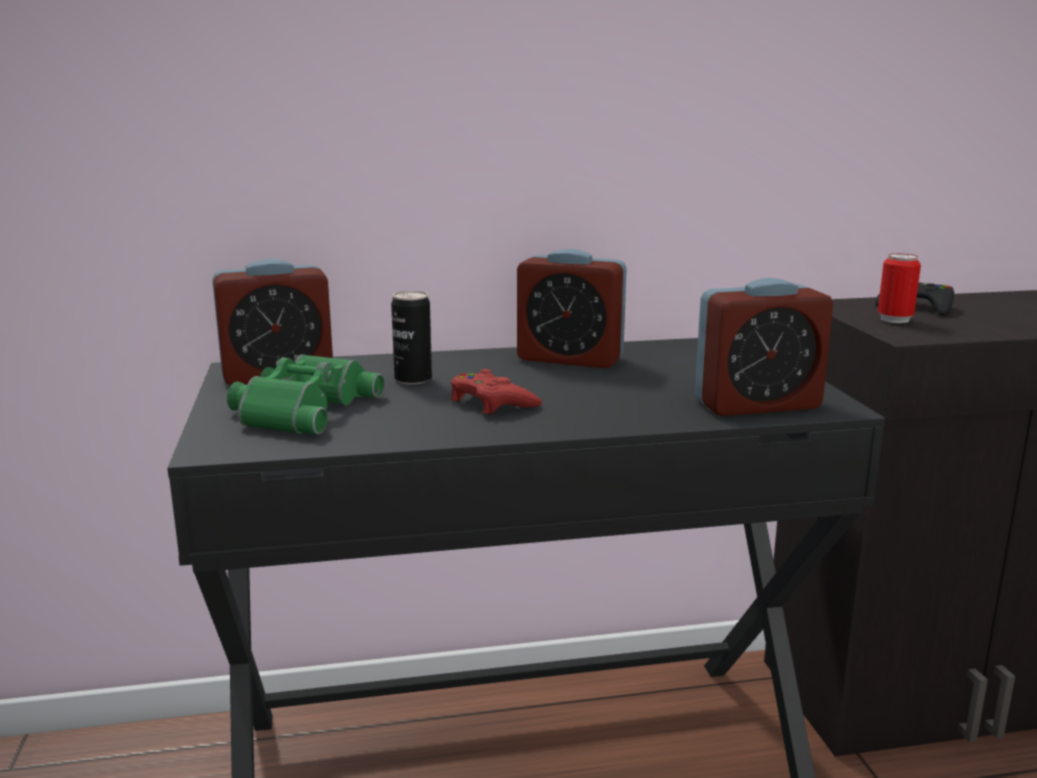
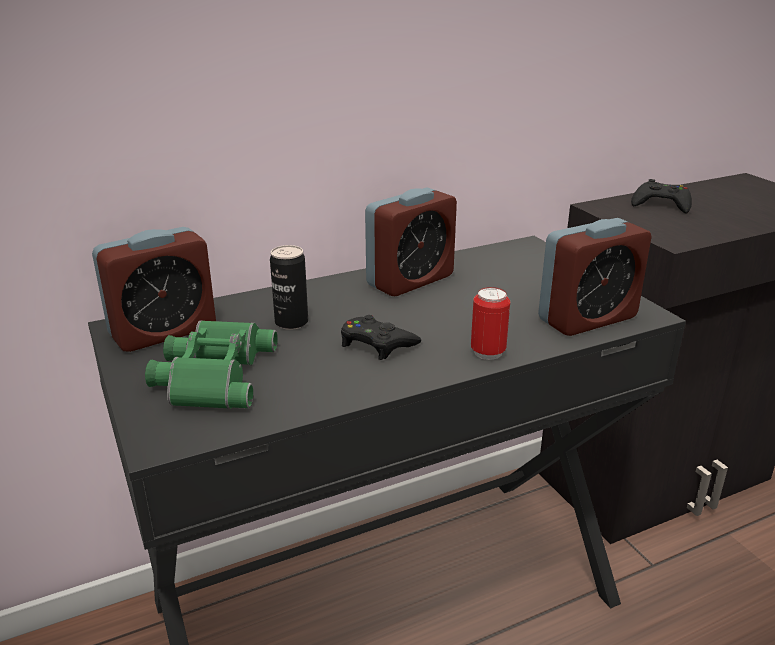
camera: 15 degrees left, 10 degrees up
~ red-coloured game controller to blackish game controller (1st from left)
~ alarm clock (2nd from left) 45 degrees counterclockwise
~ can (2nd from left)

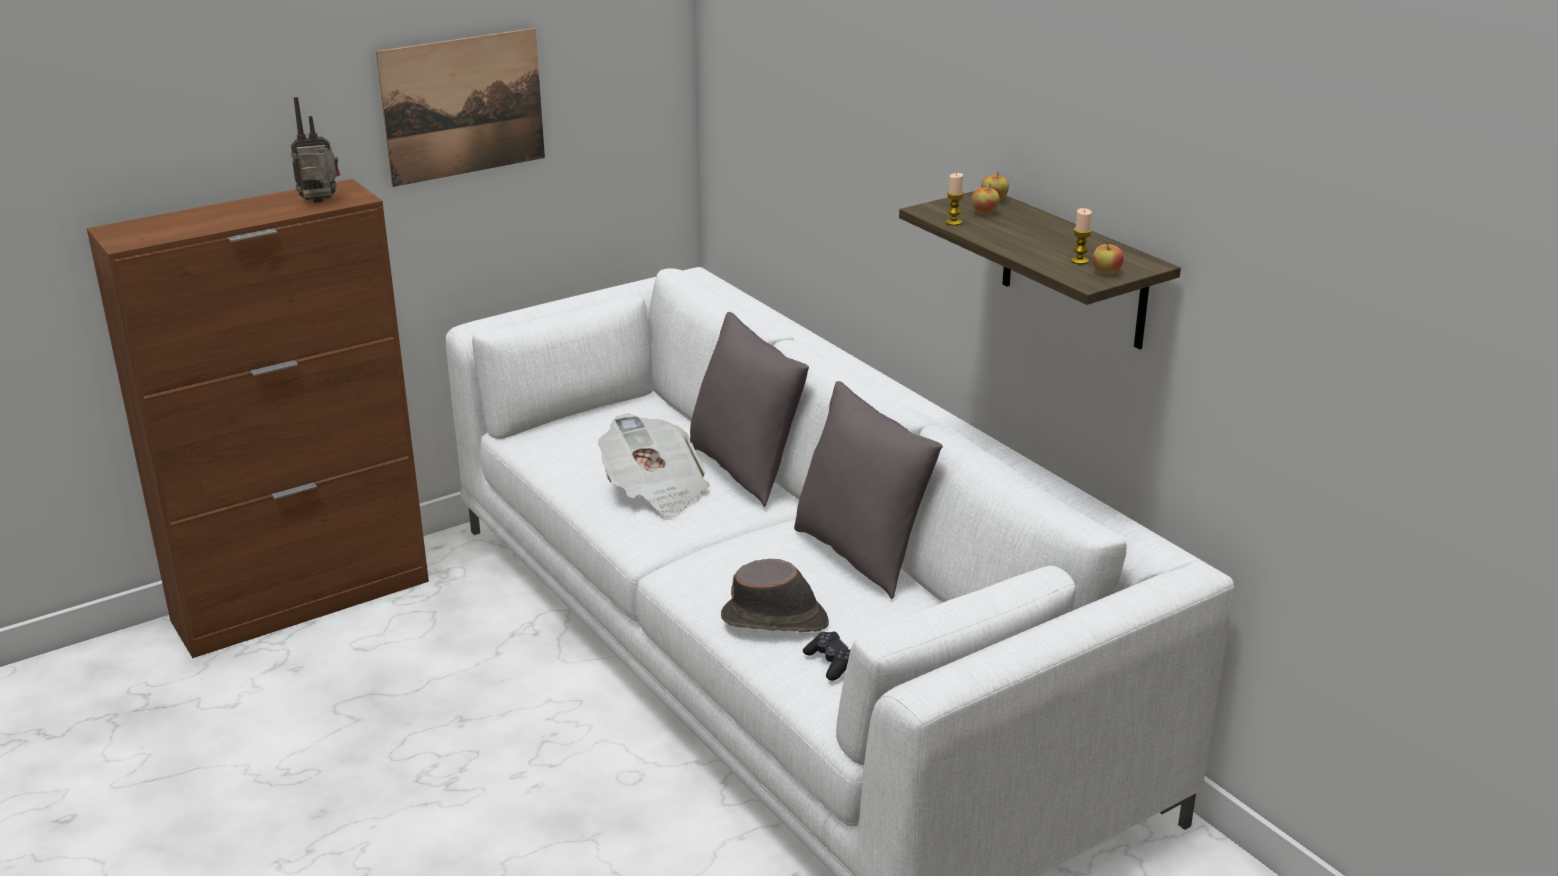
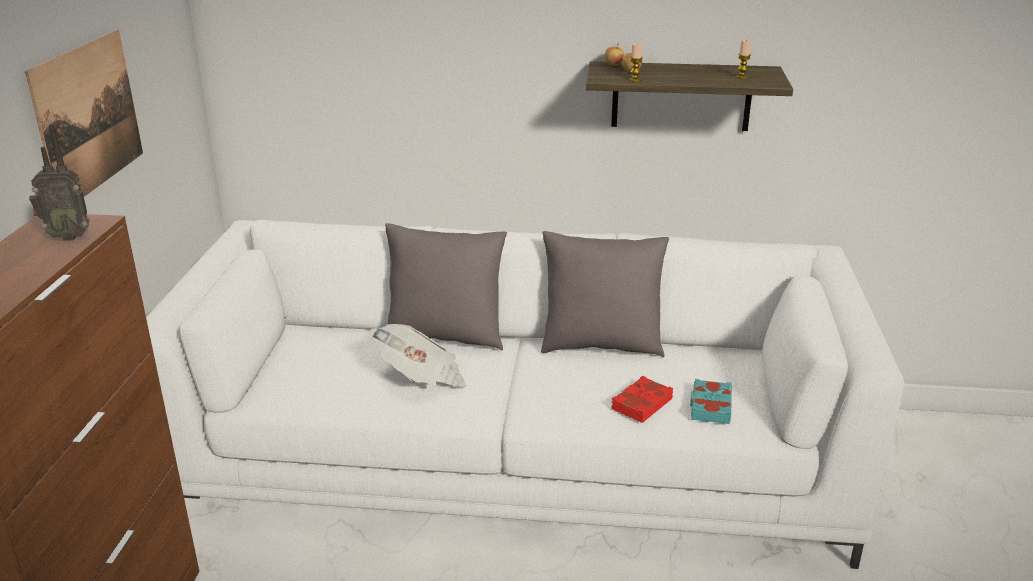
camera: 50 degrees left, 0 degrees up
~ radio receiver 120 degrees counterclockwise
~ brown clothing hat to red-coloured book
~ blackish game controller to blue-green book
- apple fruit (3rd from left)

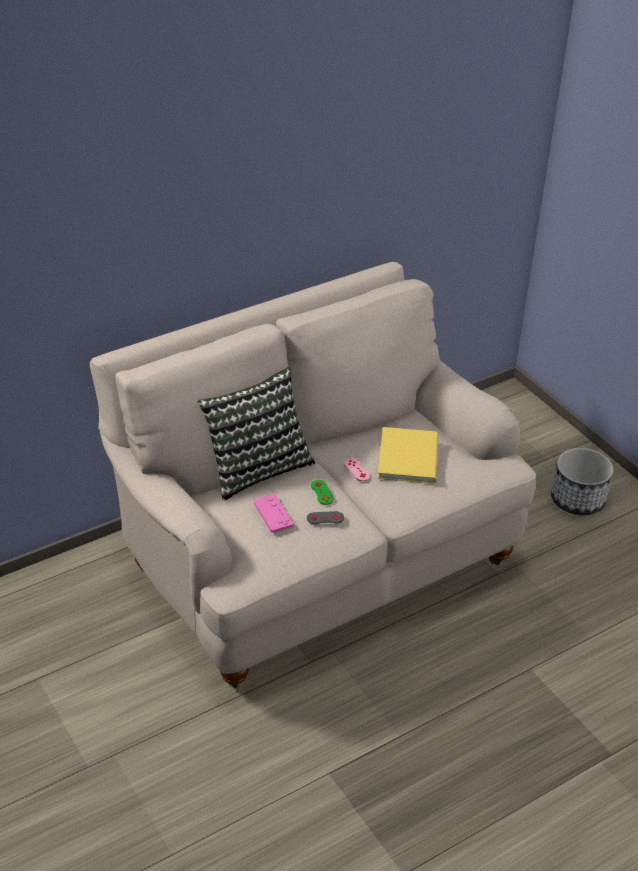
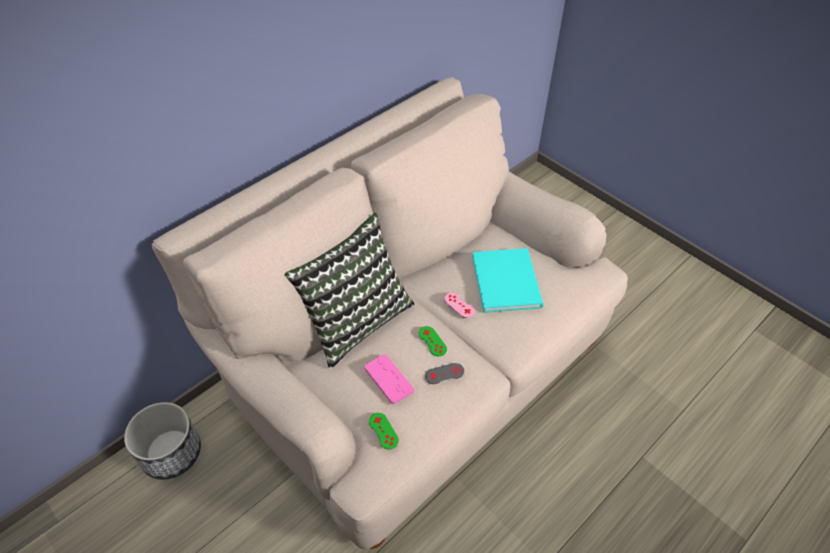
camera: 10 degrees left, 10 degrees up
~ flower pot
+ greenish game controller (1st from left)
~ yellowish book to blue-green book

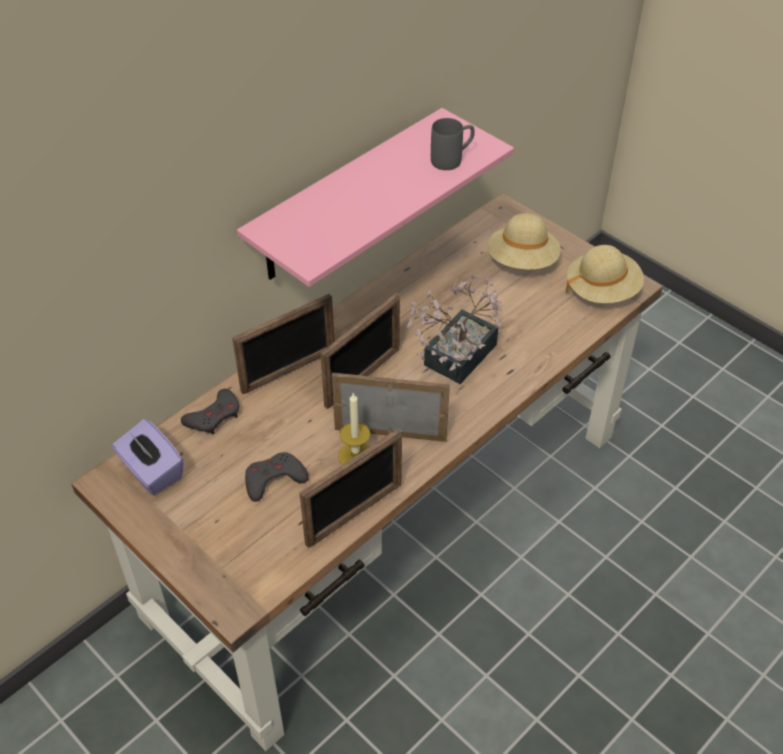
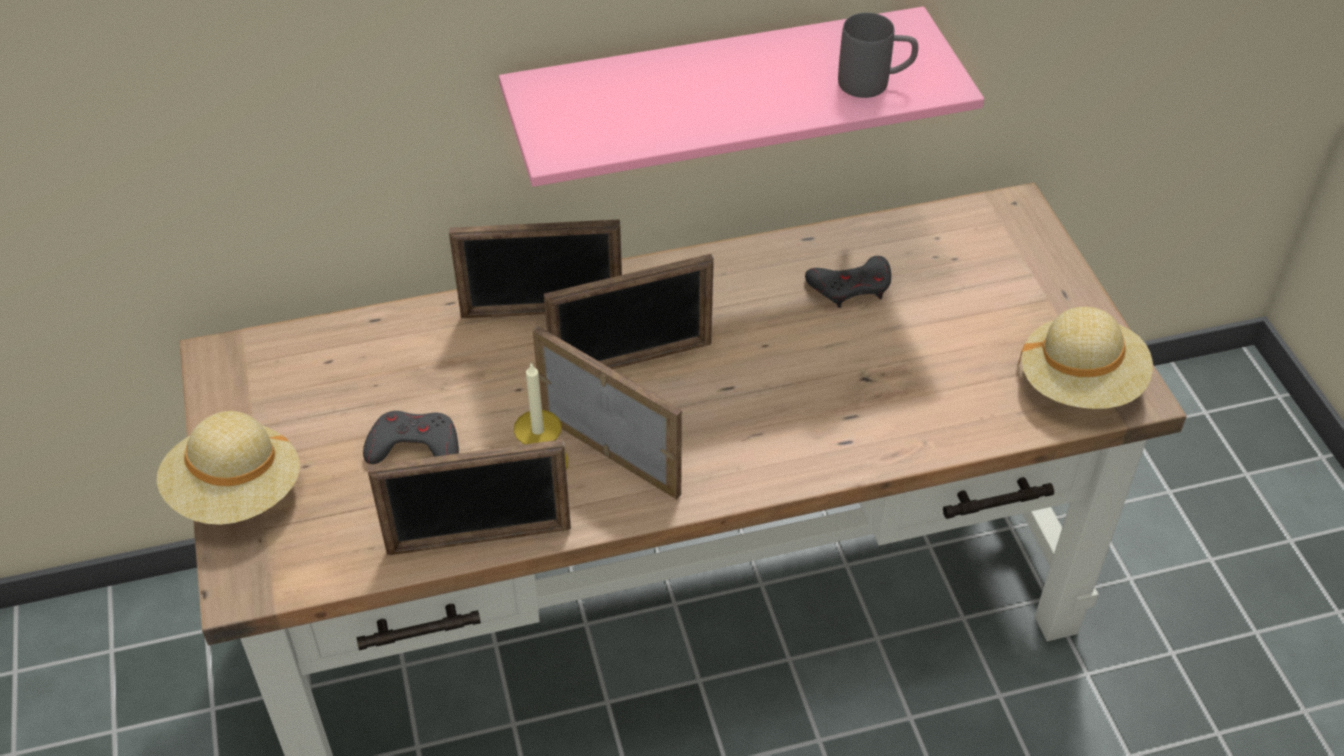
camera: 30 degrees right, 0 degrees up
~ beige clothing hat (1st from left)
~ gray game controller (1st from left in the first image) to gray game controller (2nd from left)
- purple-coloured tissue box
- houseplant

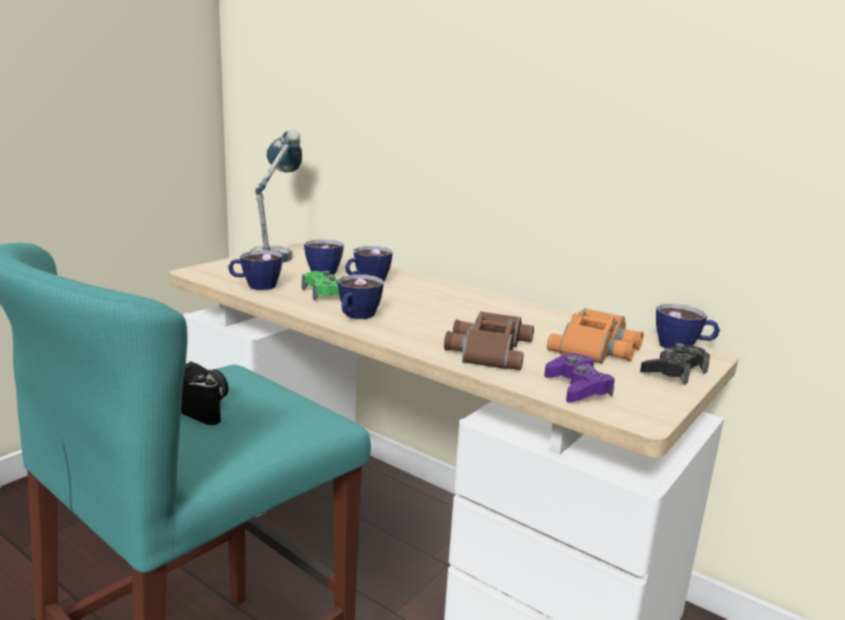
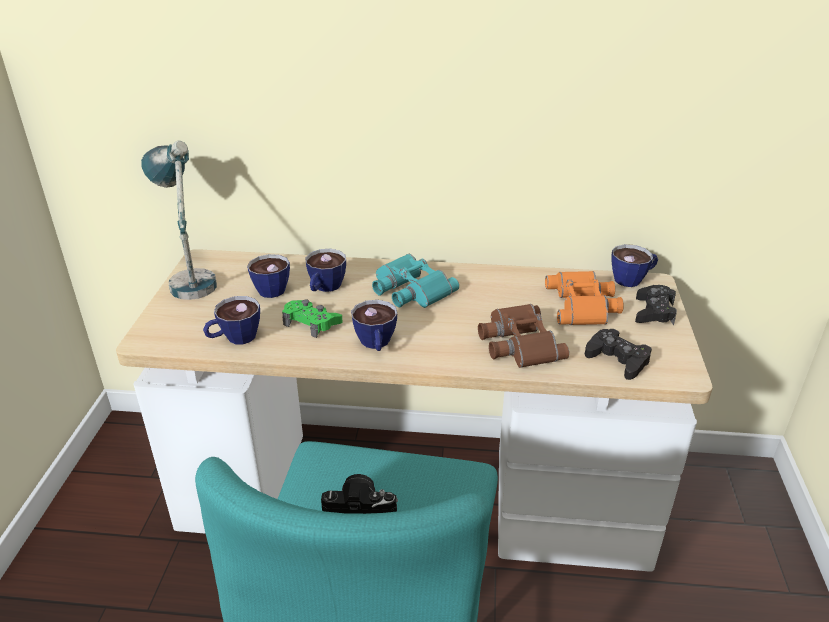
camera: 30 degrees left, 15 degrees up
+ blue-green pair of binoculars
~ purple-coloured game controller to blackish game controller (1st from left)

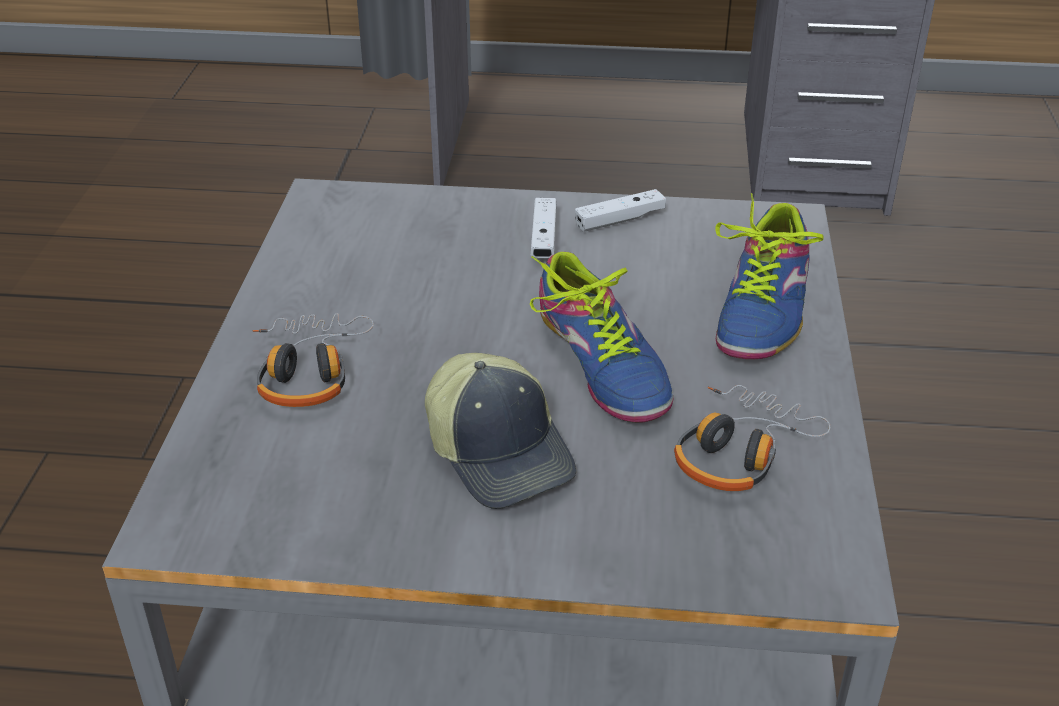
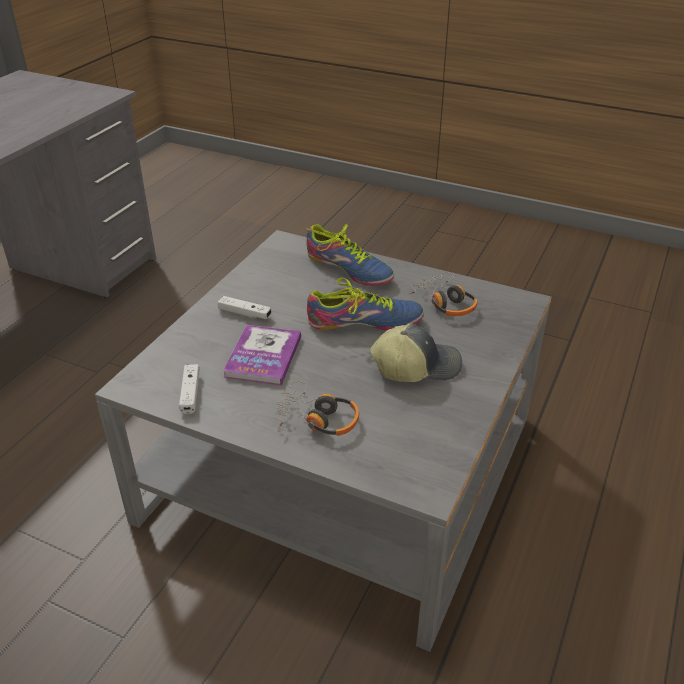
camera: 70 degrees left, 0 degrees up
~ white game controller (2nd from left in the first image) to white game controller (1st from left)
+ book

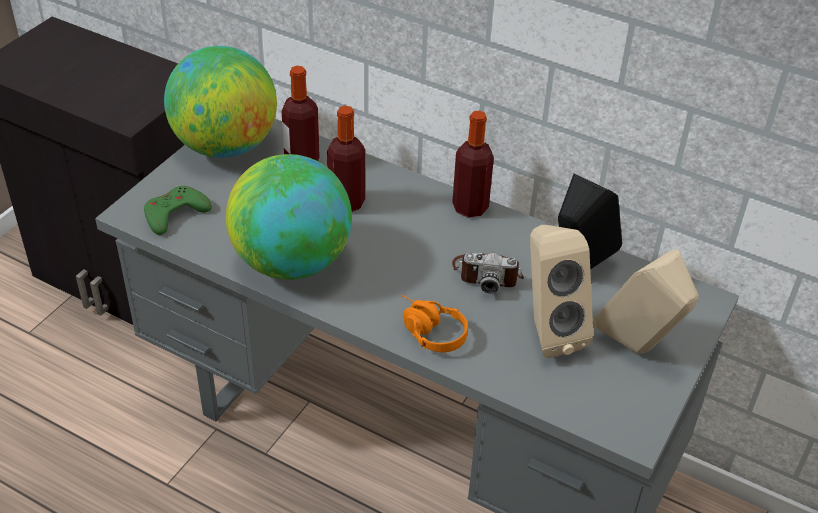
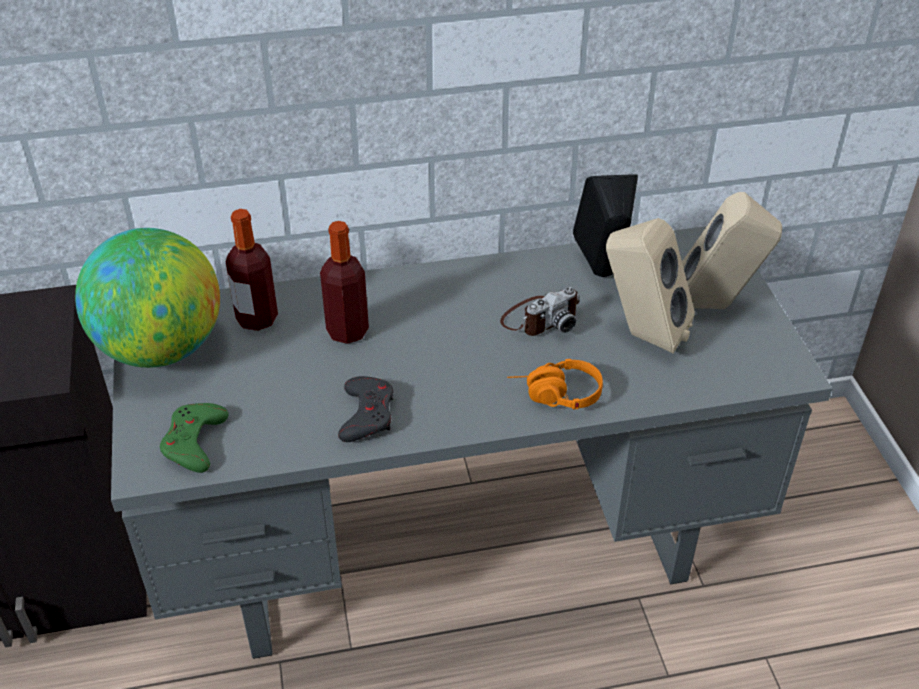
camera: 40 degrees left, 0 degrees up
~ globe (2nd from left) to gray game controller
- bottle (3rd from left)

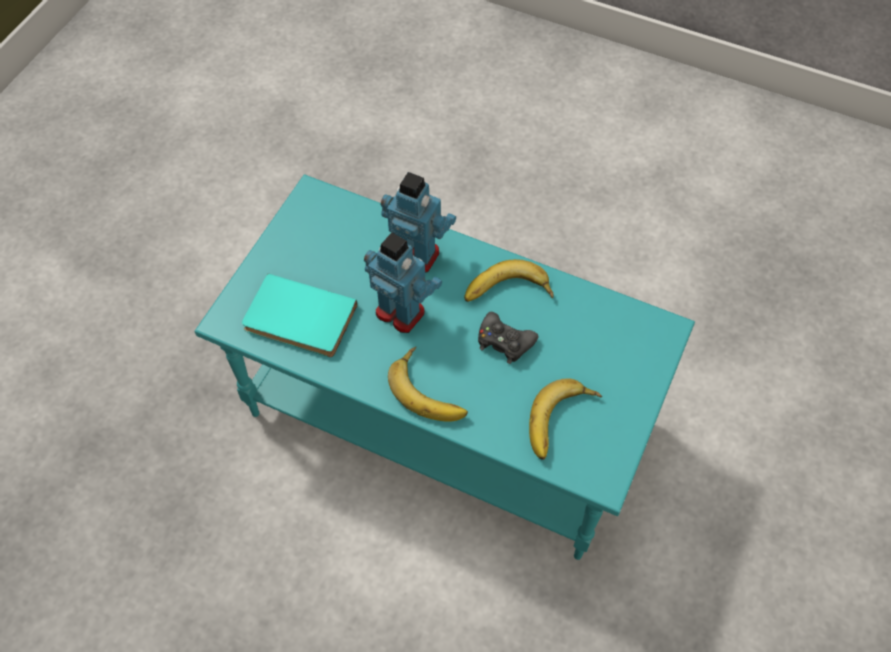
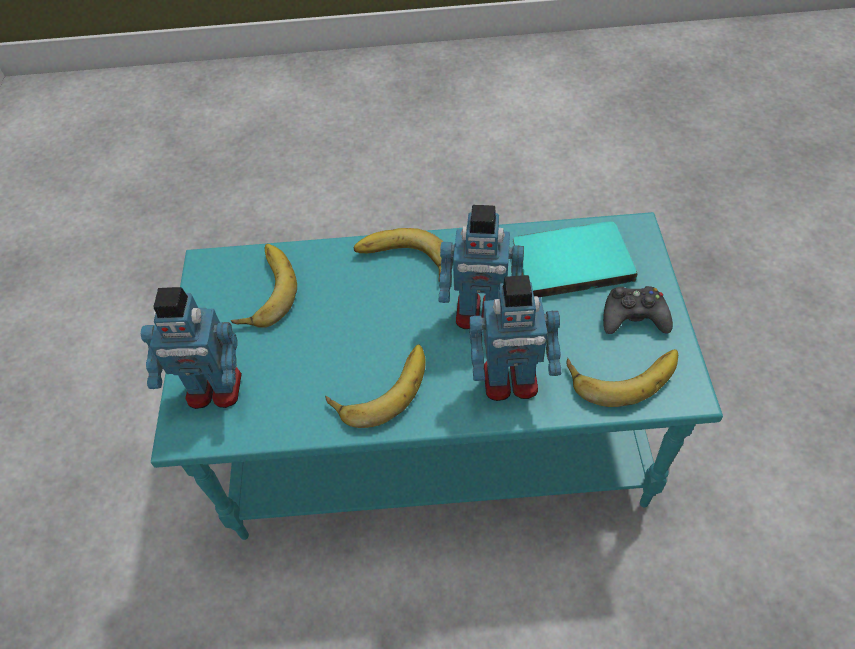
camera: 155 degrees right, 5 degrees down
+ robot figure (1st from left)
+ whole banana (4th from left)
~ blackish game controller

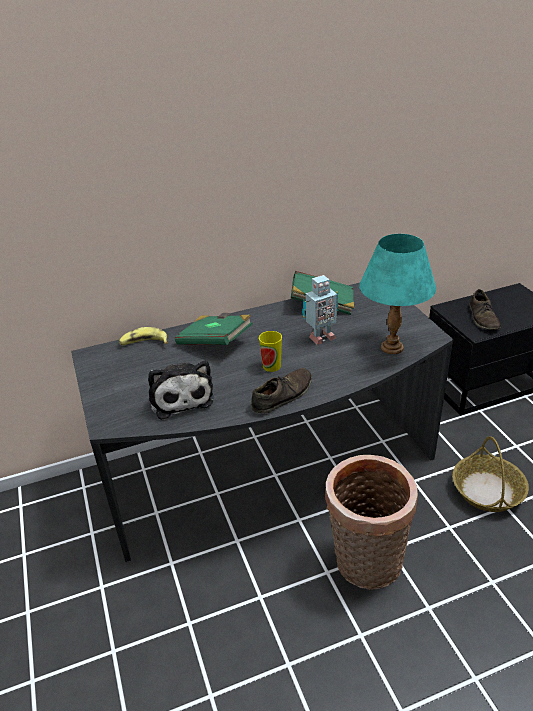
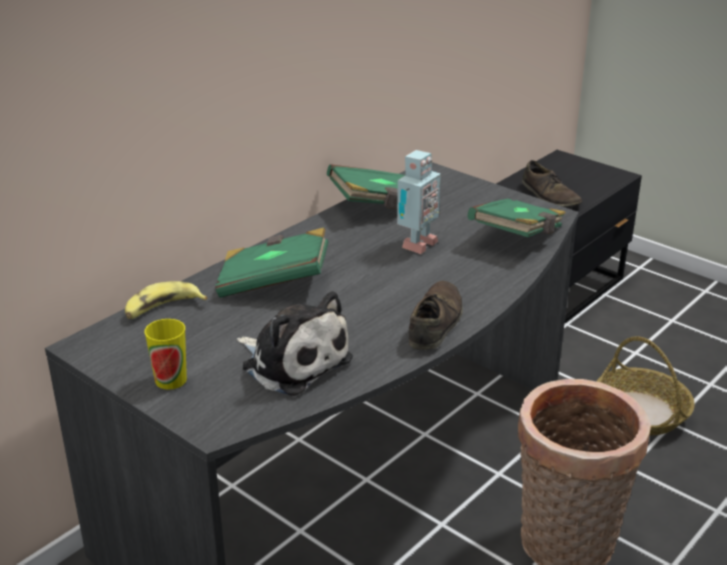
camera: 30 degrees left, 5 degrees down
~ drinking cup
~ blue-green lamp for a table to greenish book (3rd from left)

